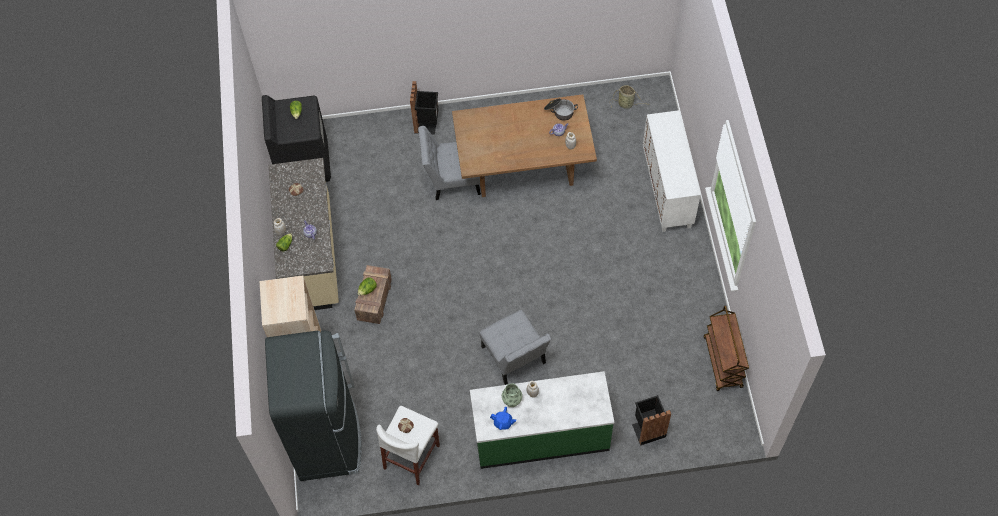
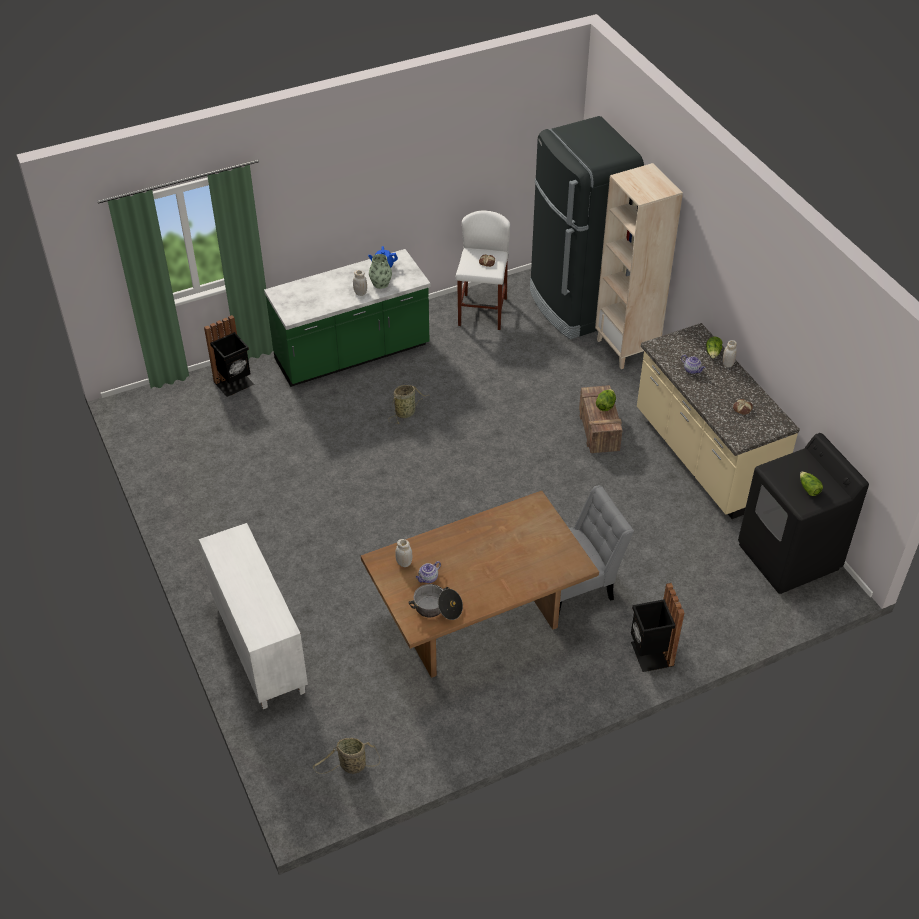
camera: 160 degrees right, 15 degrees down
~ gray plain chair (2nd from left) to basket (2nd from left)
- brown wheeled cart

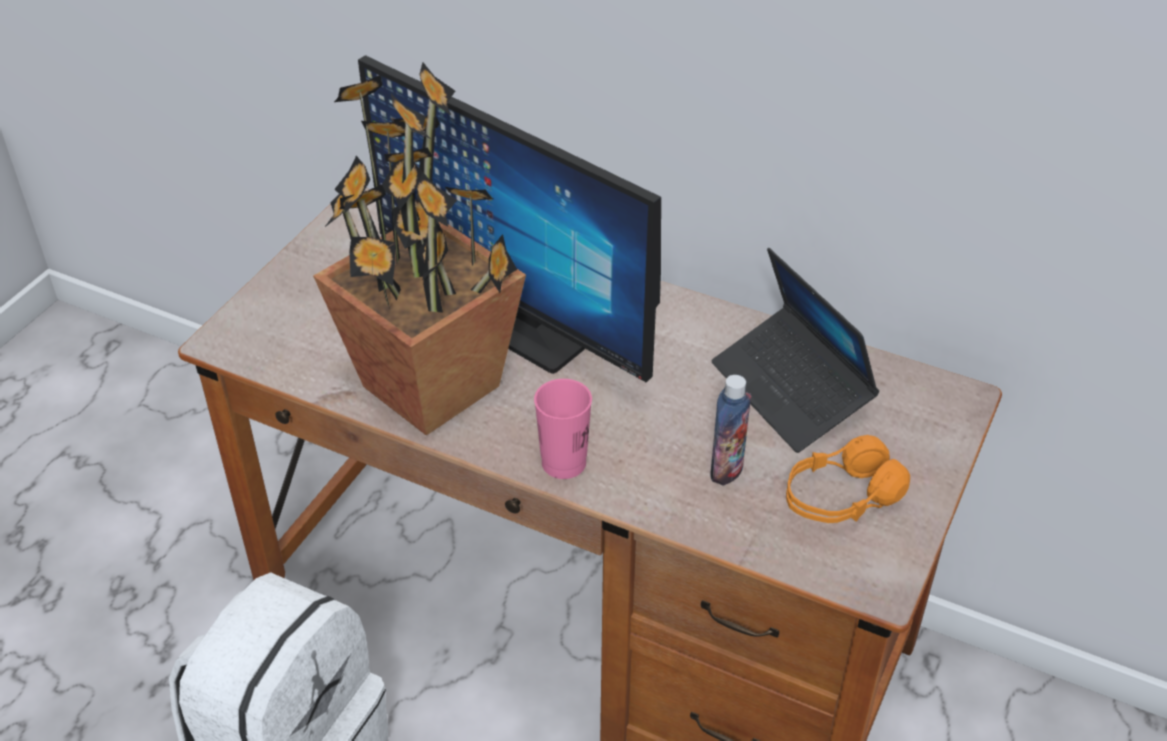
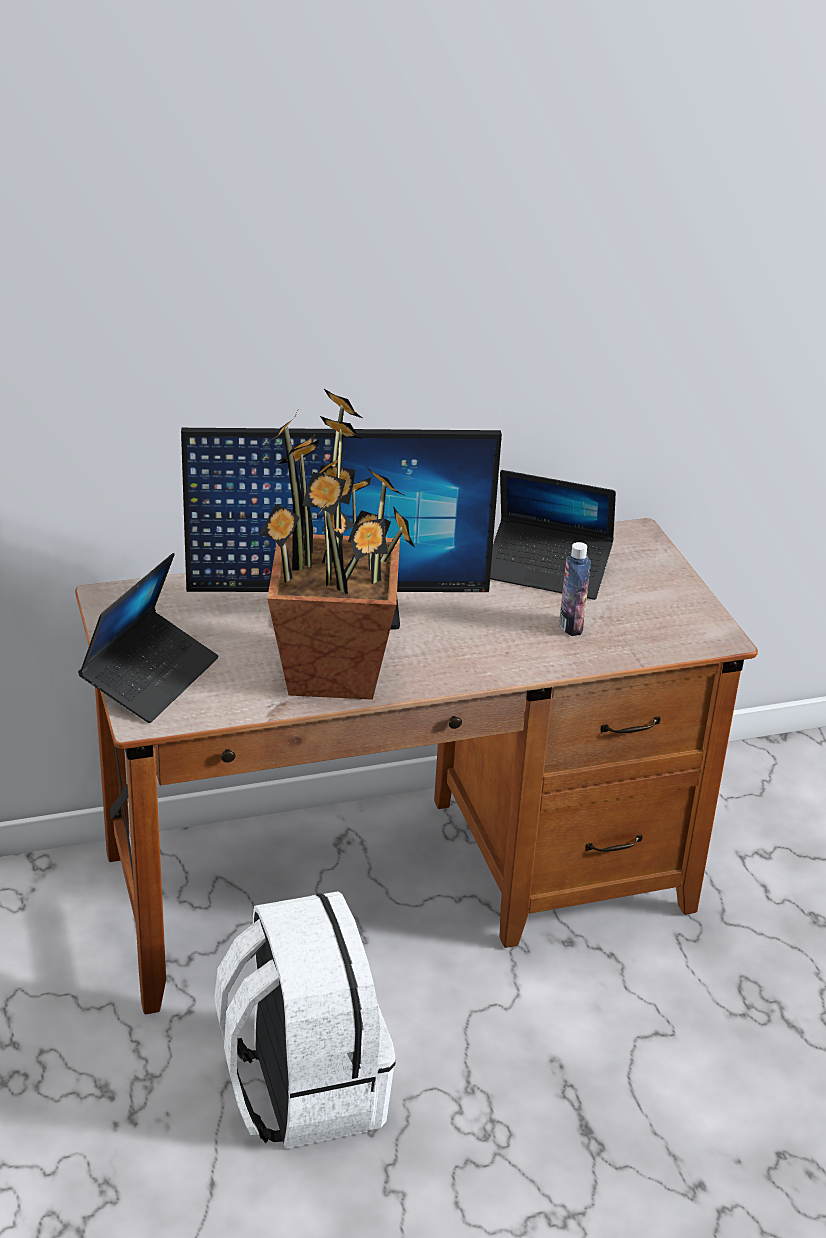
camera: 45 degrees left, 10 degrees down
+ laptop (1st from left)
- pinkish drinking cup
- orange-coloured headset

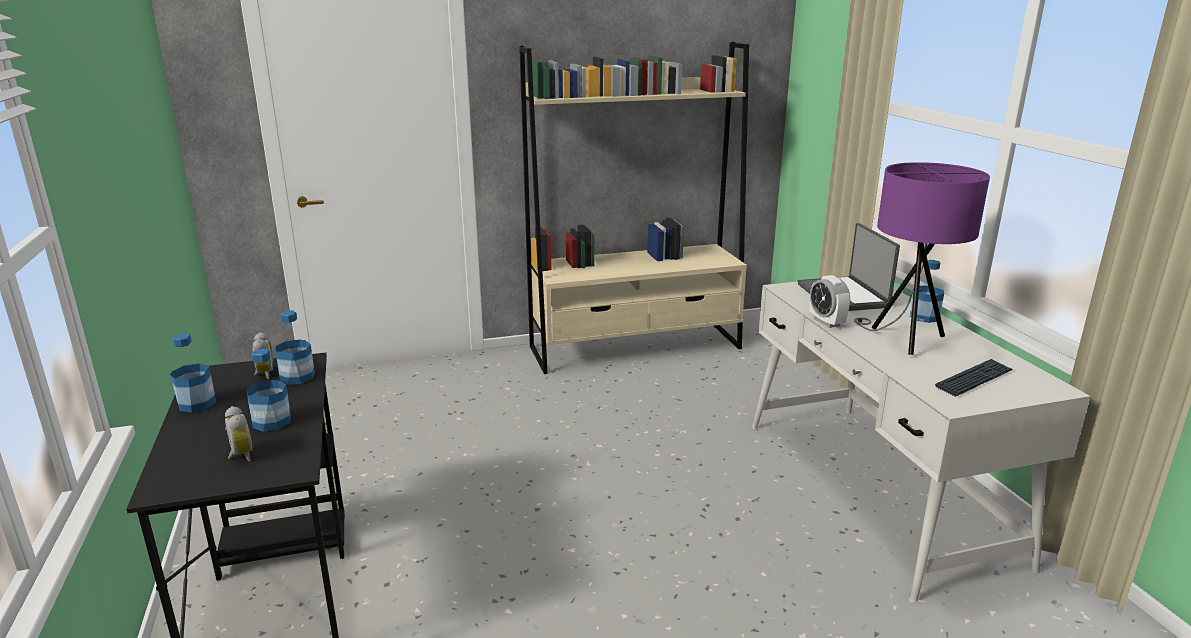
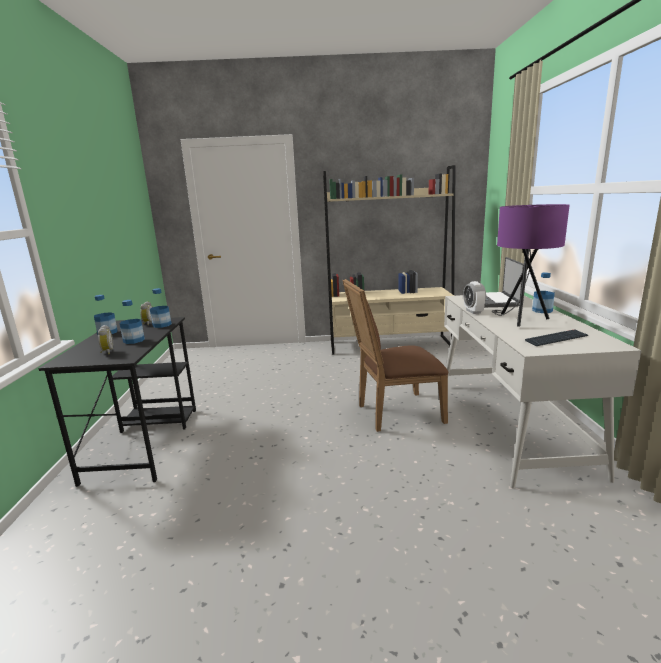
camera: 15 degrees right, 5 degrees down
+ brown plain chair

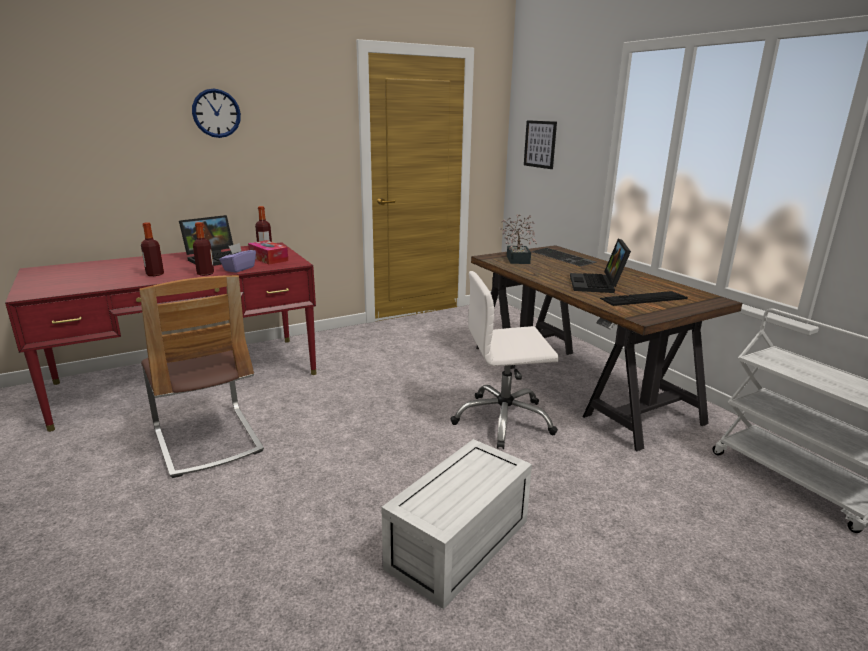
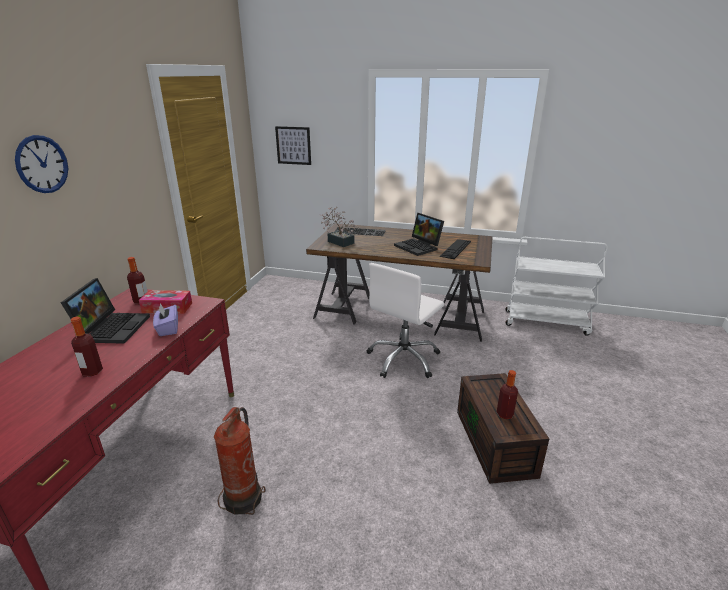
camera: 45 degrees left, 5 degrees up
~ plain chair to fire-fighting cylinder
~ white storage container to brown storage container
~ bottle (2nd from left in the first image) to bottle (3rd from left)

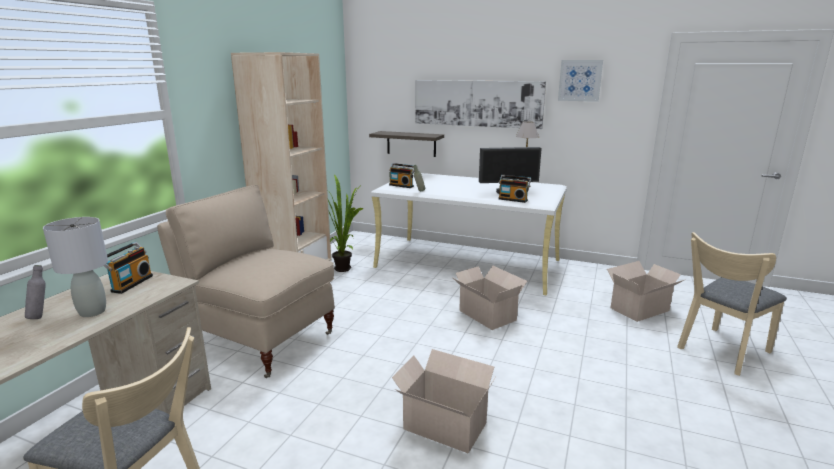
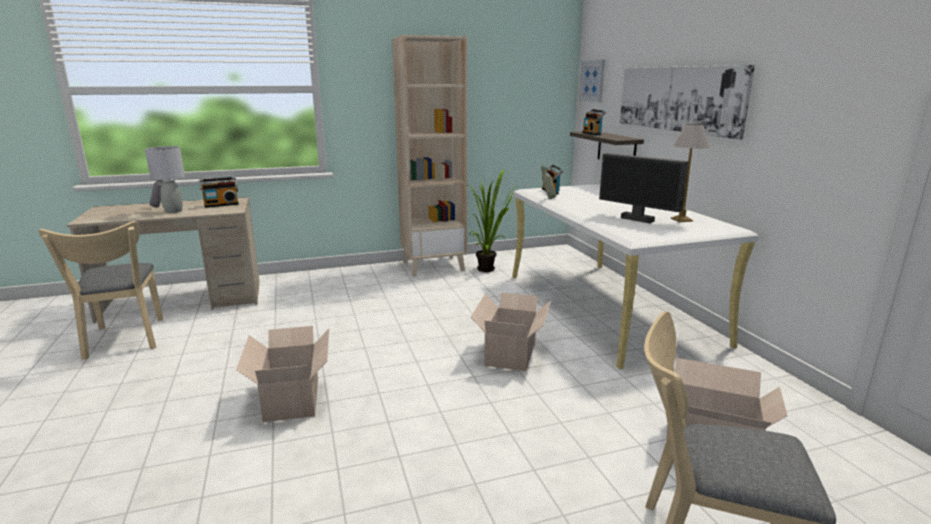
camera: 50 degrees right, 0 degrees up
~ wall picture (2nd from left in the first image) to wall picture (1st from left)
~ radio receiver (3rd from left)
- beige plain chair (2nd from left)

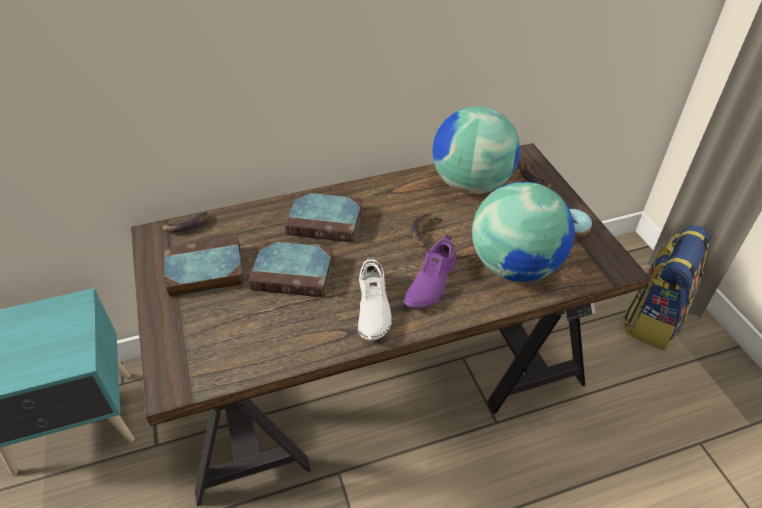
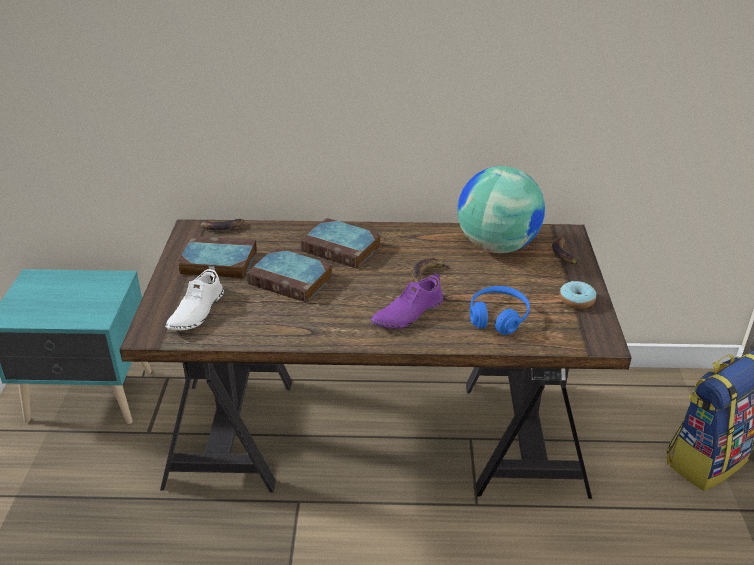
camera: 20 degrees right, 10 degrees down
~ white item of footwear
~ globe (2nd from left) to blue headset

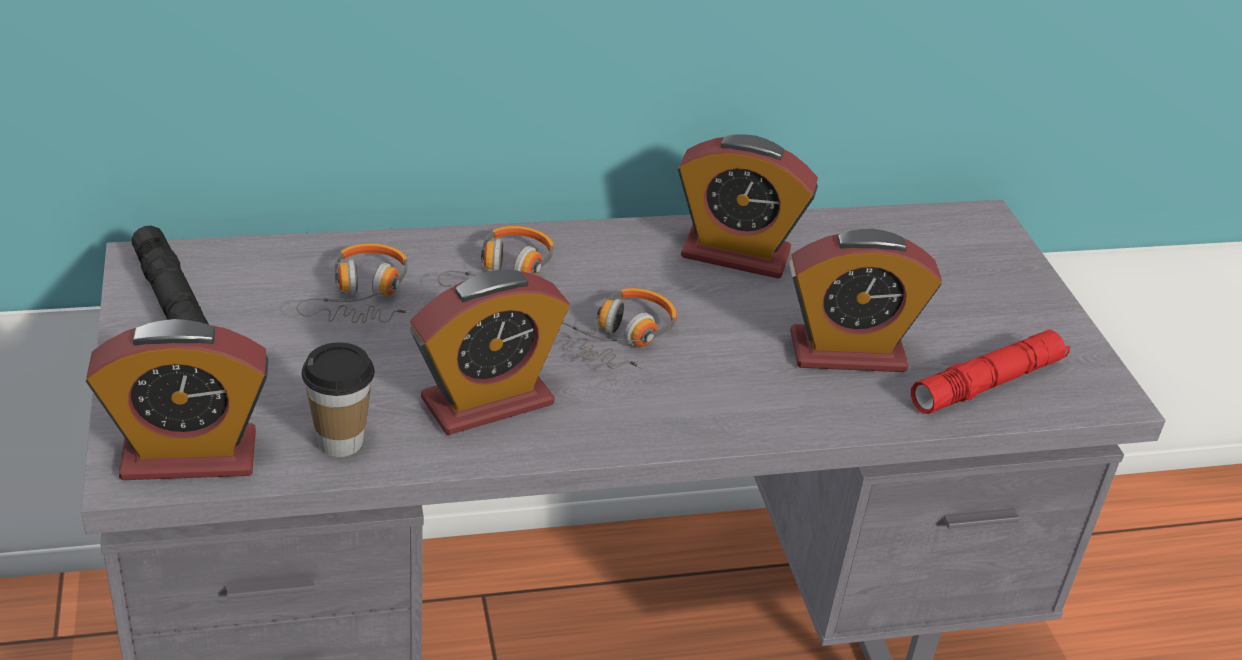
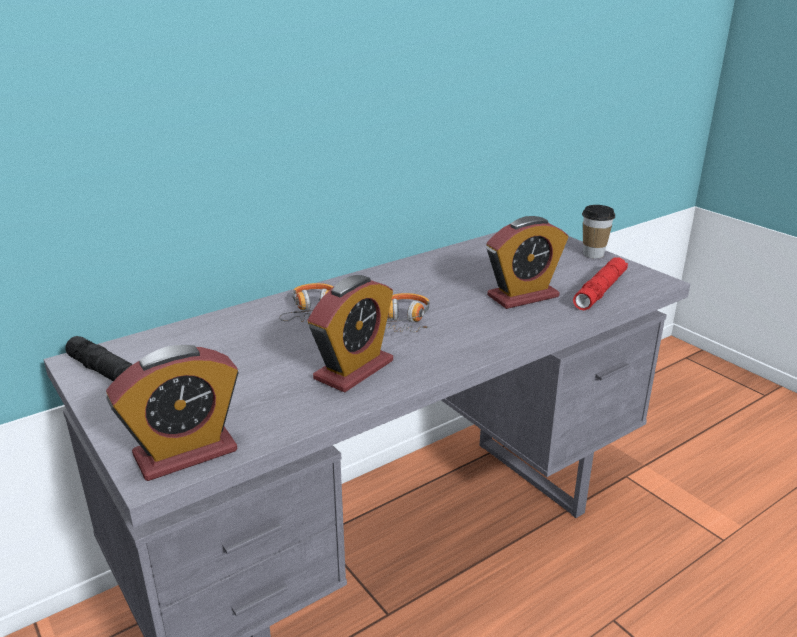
camera: 20 degrees left, 10 degrees down
~ drinking cup
- headset (1st from left)
- alarm clock (3rd from left)

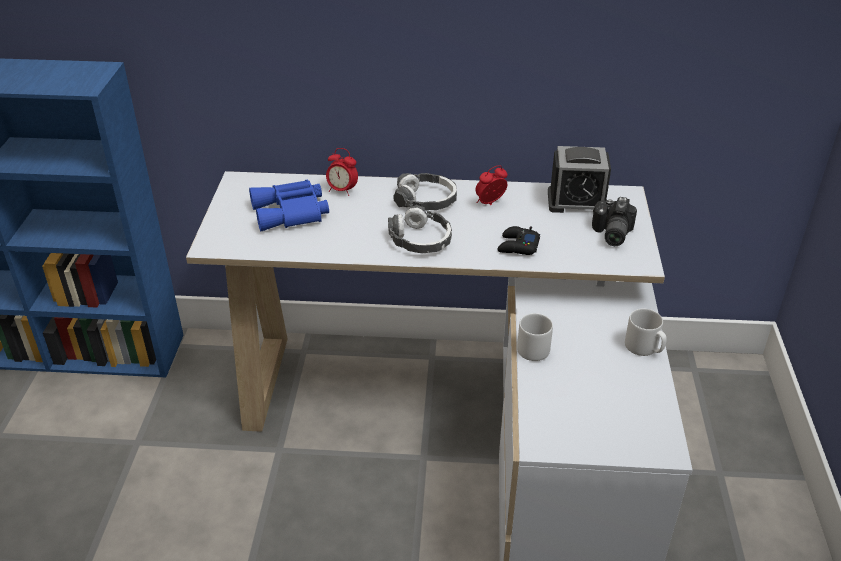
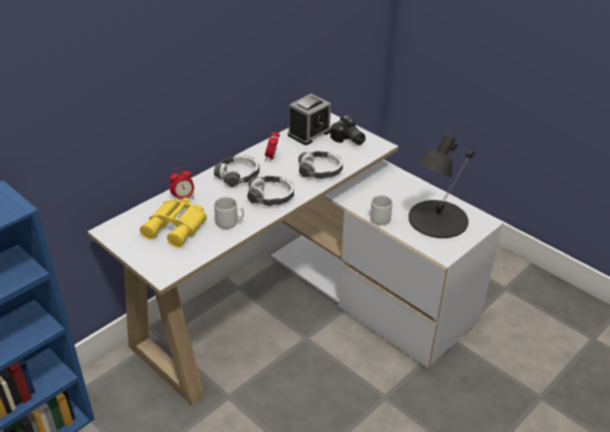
camera: 50 degrees left, 0 degrees up
~ blue pair of binoculars to yellowish pair of binoculars
~ gray mug (2nd from left in the first image) to gray mug (1st from left)
~ blackish game controller to headset (3rd from left)
+ blackish lamp for a table

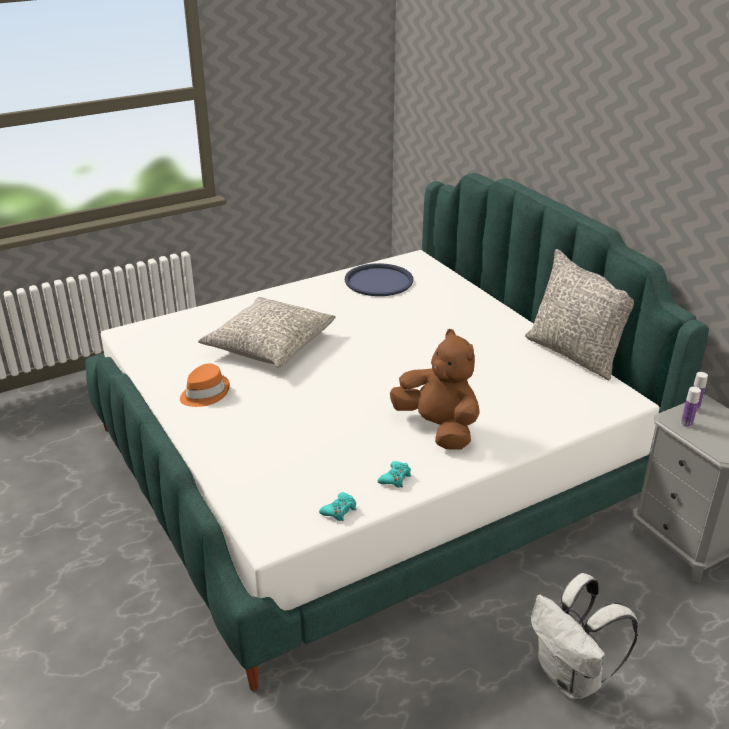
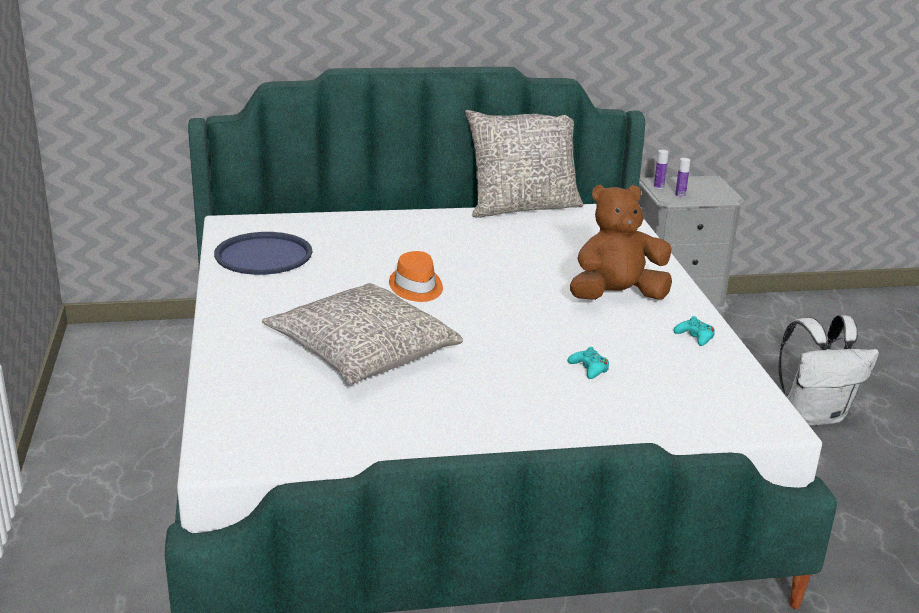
camera: 70 degrees left, 5 degrees down
~ orange-coloured clothing hat
~ blue-green game controller (1st from left)

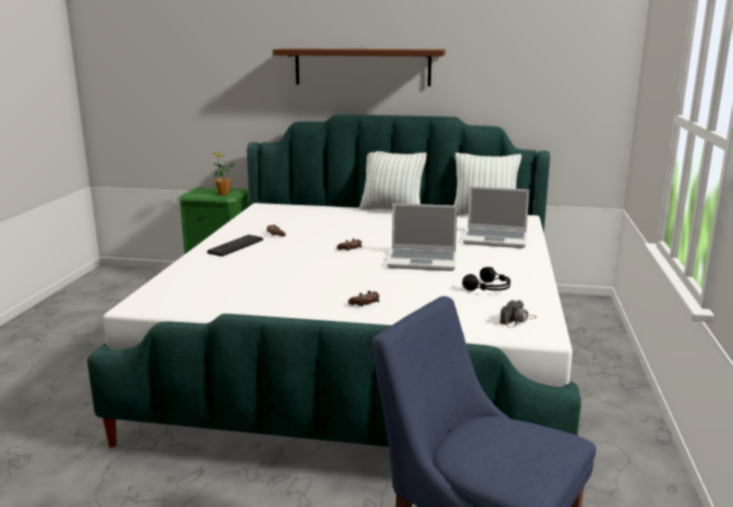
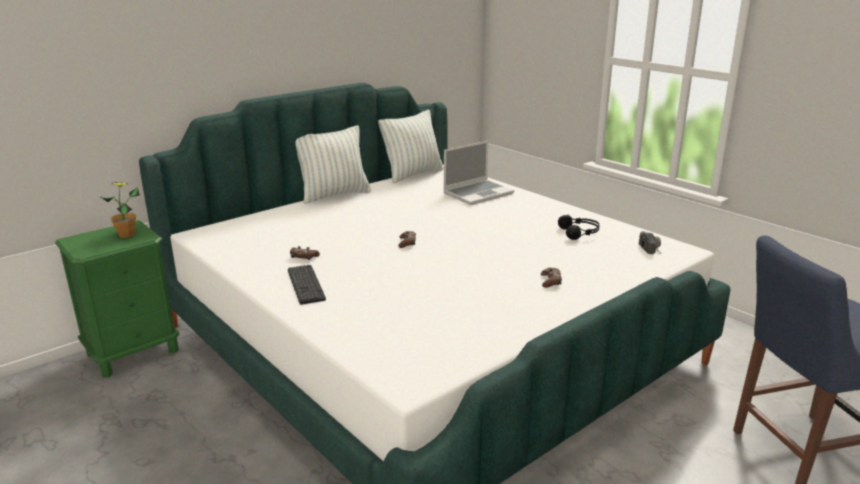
camera: 50 degrees left, 5 degrees up
- brown wall shelf
- laptop (1st from left)

